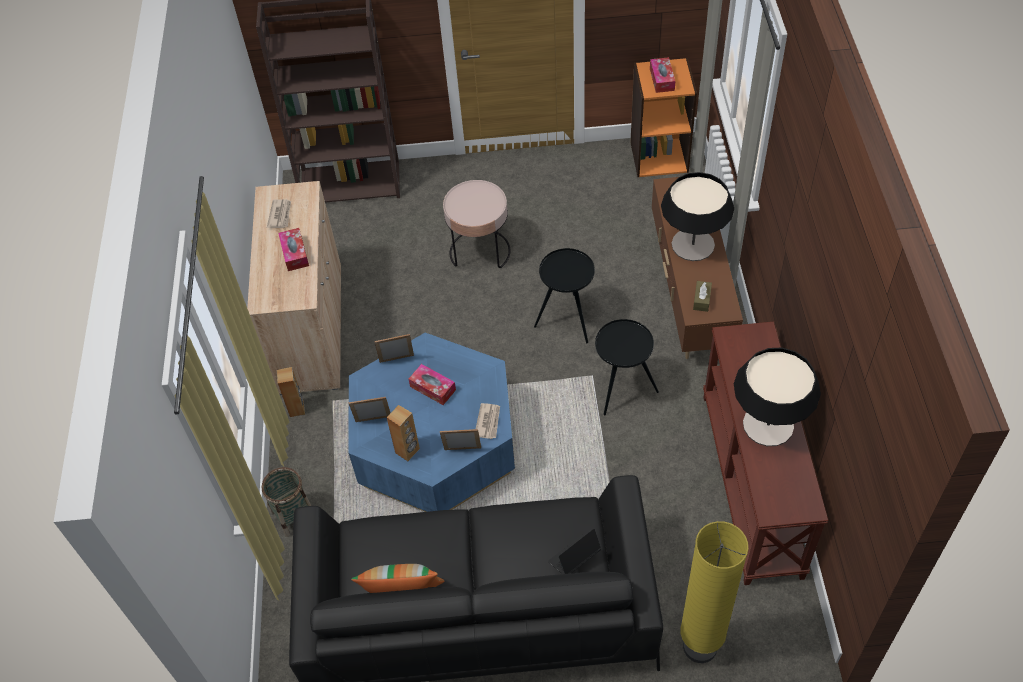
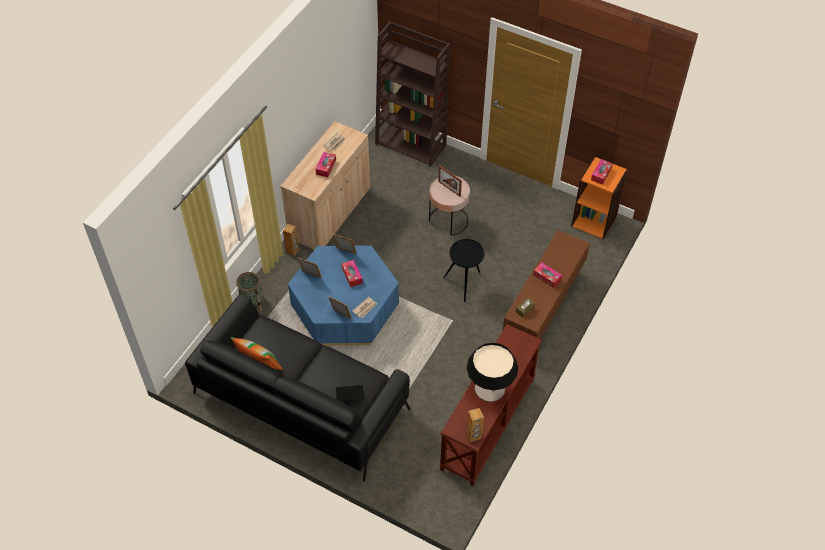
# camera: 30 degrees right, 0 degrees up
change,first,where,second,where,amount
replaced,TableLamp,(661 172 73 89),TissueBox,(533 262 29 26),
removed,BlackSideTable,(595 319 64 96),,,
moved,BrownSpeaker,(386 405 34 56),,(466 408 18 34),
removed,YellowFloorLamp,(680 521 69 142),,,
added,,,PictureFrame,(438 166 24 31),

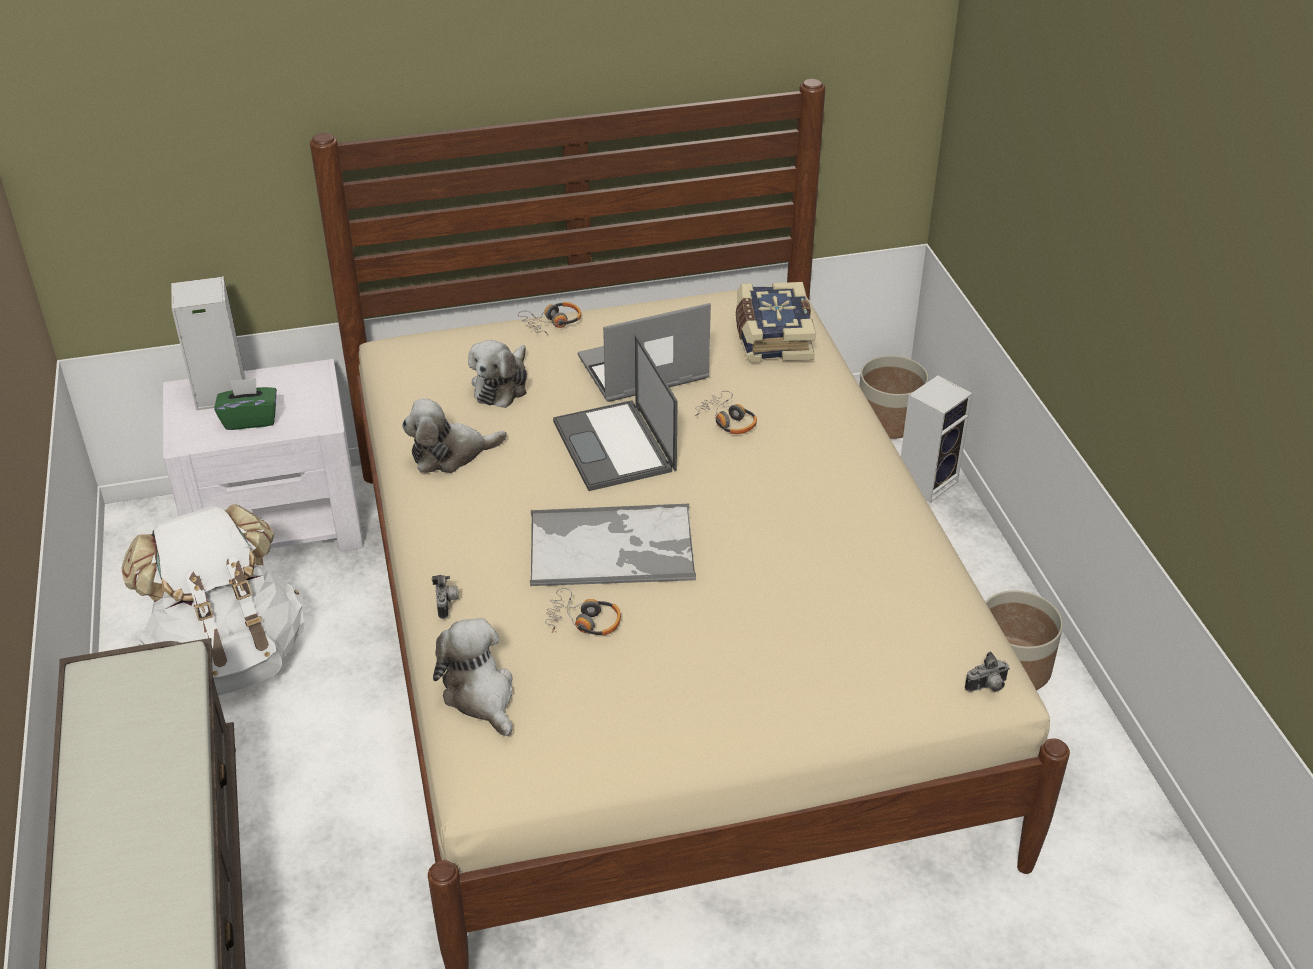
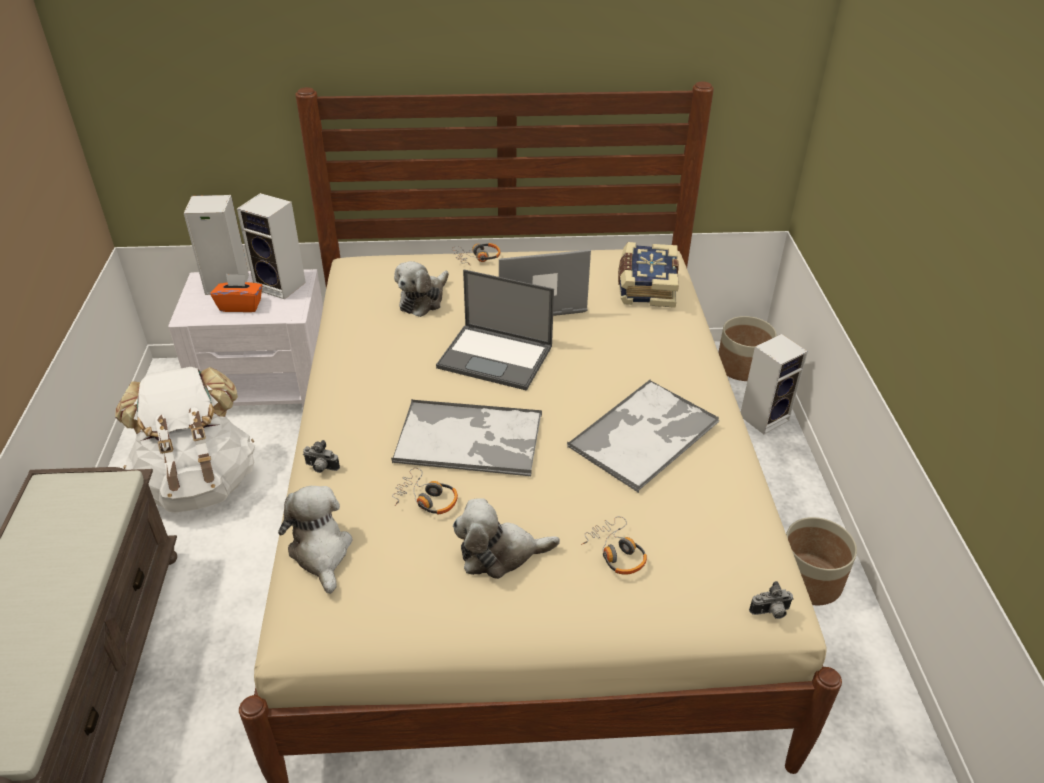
# camera: 10 degrees right, 0 degrees up
change,first,where,second,where,amount
turned,Laptop,(553 335 125 156),,(436 270 118 121),60 degrees counterclockwise
recoloured,GreenTissueBox,(214 378 63 52),OrangeTissueBox,(210 274 52 38),
moved,Headphones,(695 391 62 43),,(581 516 66 59),
moved,PlushToy,(402 398 105 75),,(453 498 107 81),
turned,PhotoCamera,(432 575 27 44),,(303 440 37 33),105 degrees clockwise
added,,,Speaker,(237 193 69 106),
added,,,Tray,(567 379 152 114),

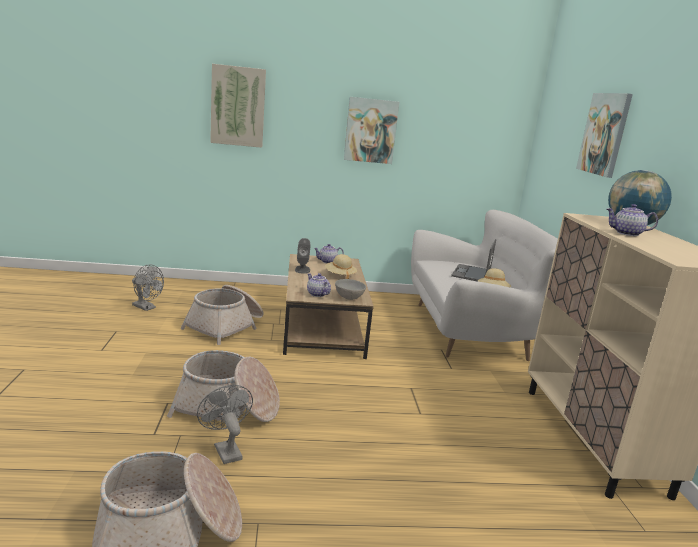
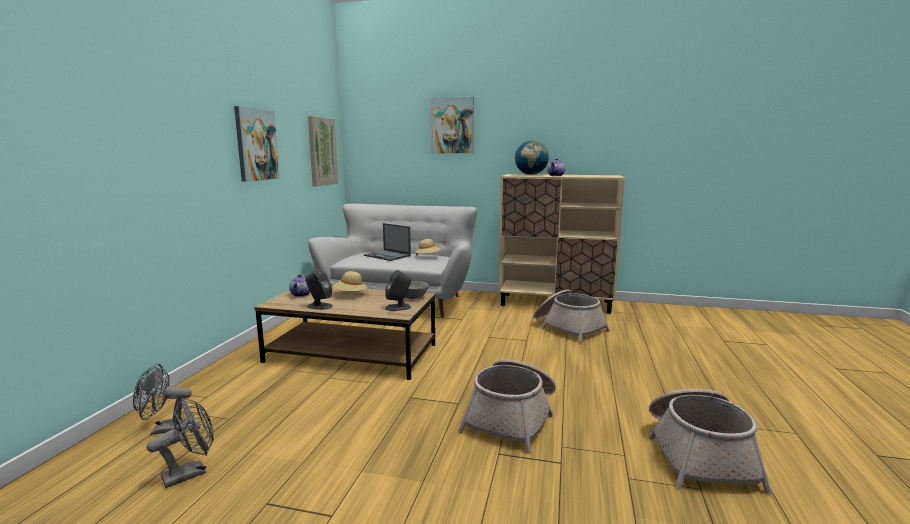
# camera: 70 degrees left, 5 degrees down
change,first,where,second,where,amount
moved,Picture,(210 64 56 84),,(308 116 30 71),
replaced,Teapot,(307 273 24 24),GreySpeaker,(385 270 26 41),
moved,Basket,(180 285 84 60),,(534 290 76 52),
moved,GreyFan,(197 385 56 79),,(133 364 59 71),

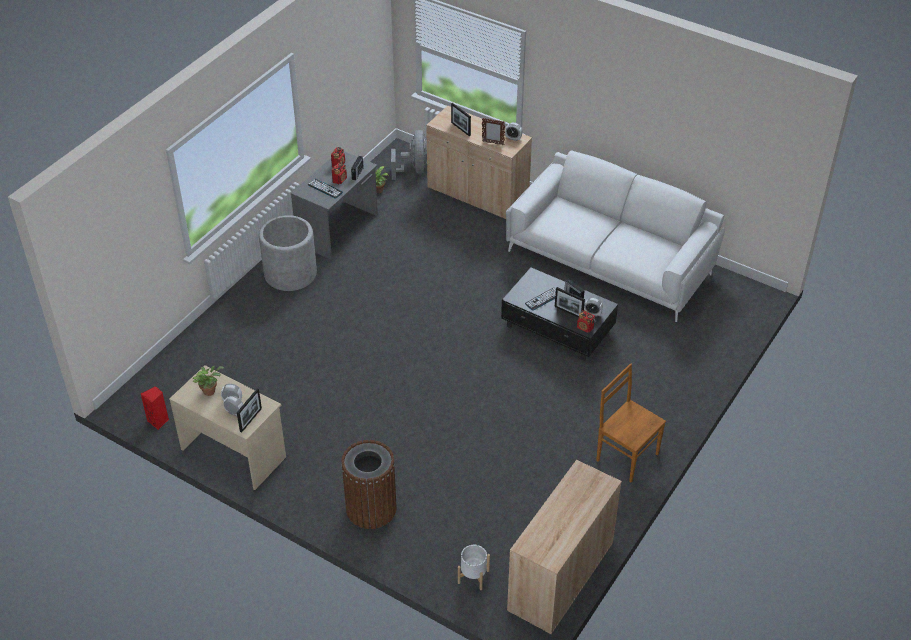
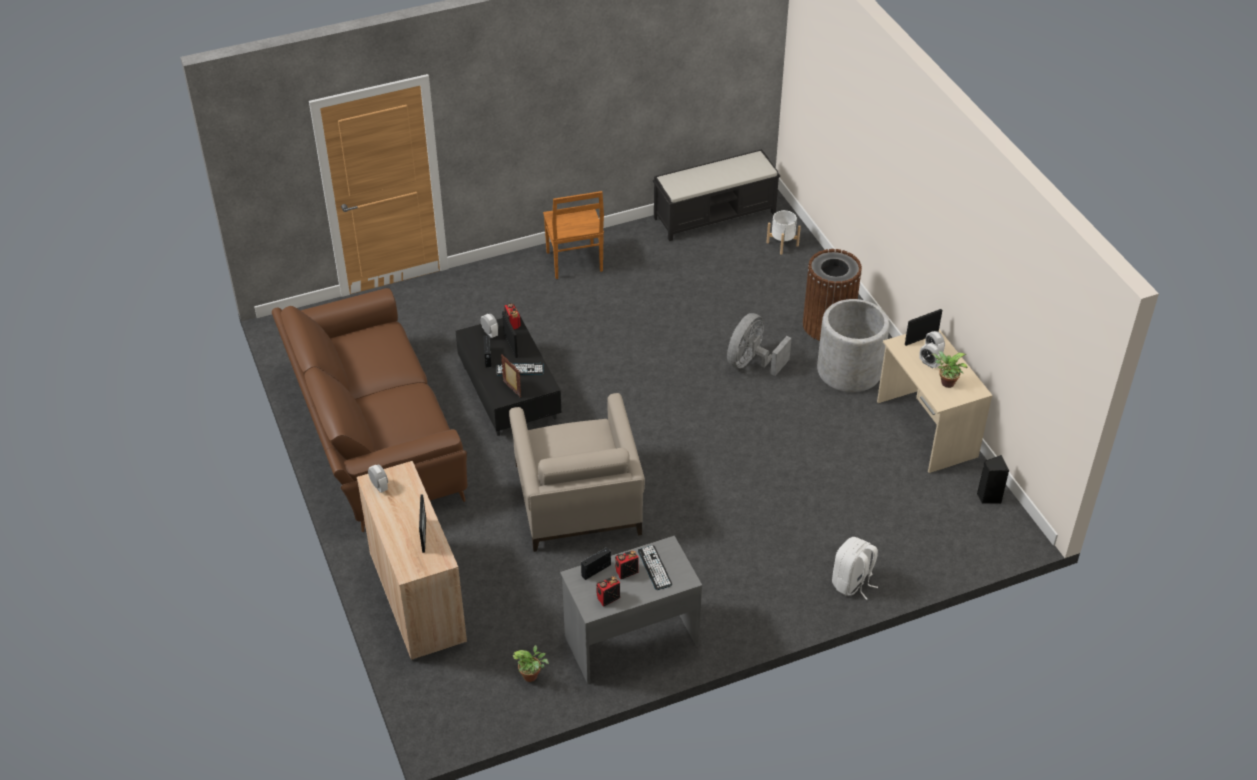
# camera: 145 degrees left, 0 degrees up
change,first,where,second,where,amount
moved,PictureFrame,(482 118 23 27),,(501 354 20 43),
moved,GreyFan,(391 130 36 50),,(727 313 65 63),
recoloured,WhiteSofa,(506 151 219 171),BrownSofa,(272 288 196 244),
moved,GreyPlanter,(259 215 58 76),,(817 299 72 93),
recoloured,RedSpeaker,(141 386 28 44),BlackSpeaker,(977 455 32 49),
replaced,BeigeCabinet,(507 460 115 175),BlackBench,(653 149 127 92),
added,,,BeigeArmchair,(509 393 136 159),
added,,,WhiteBackpack,(832 537 46 63),

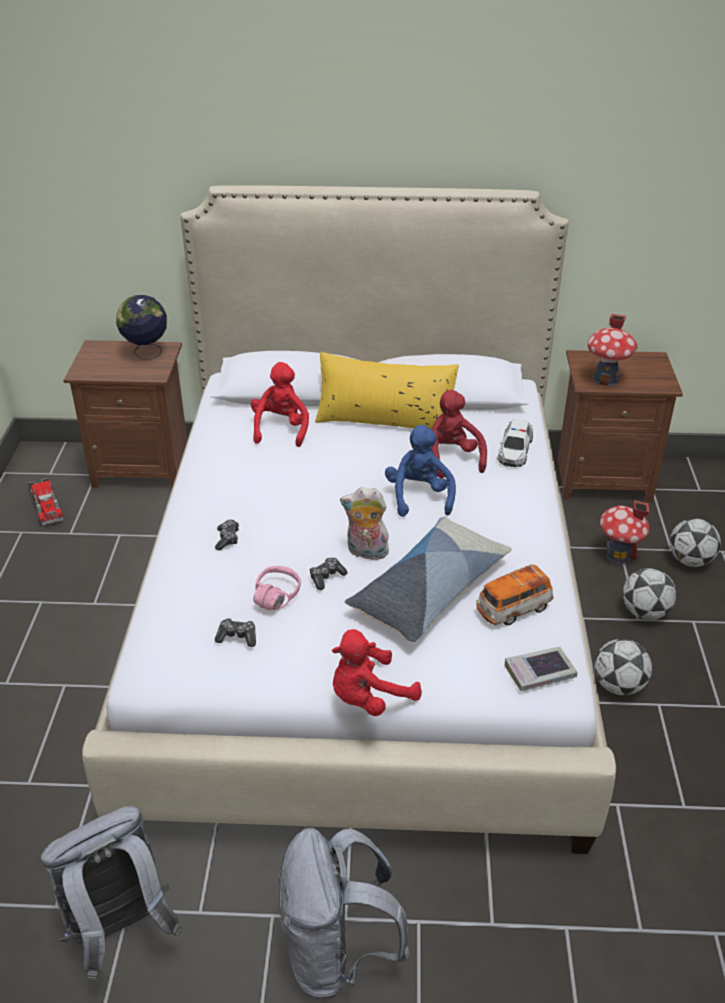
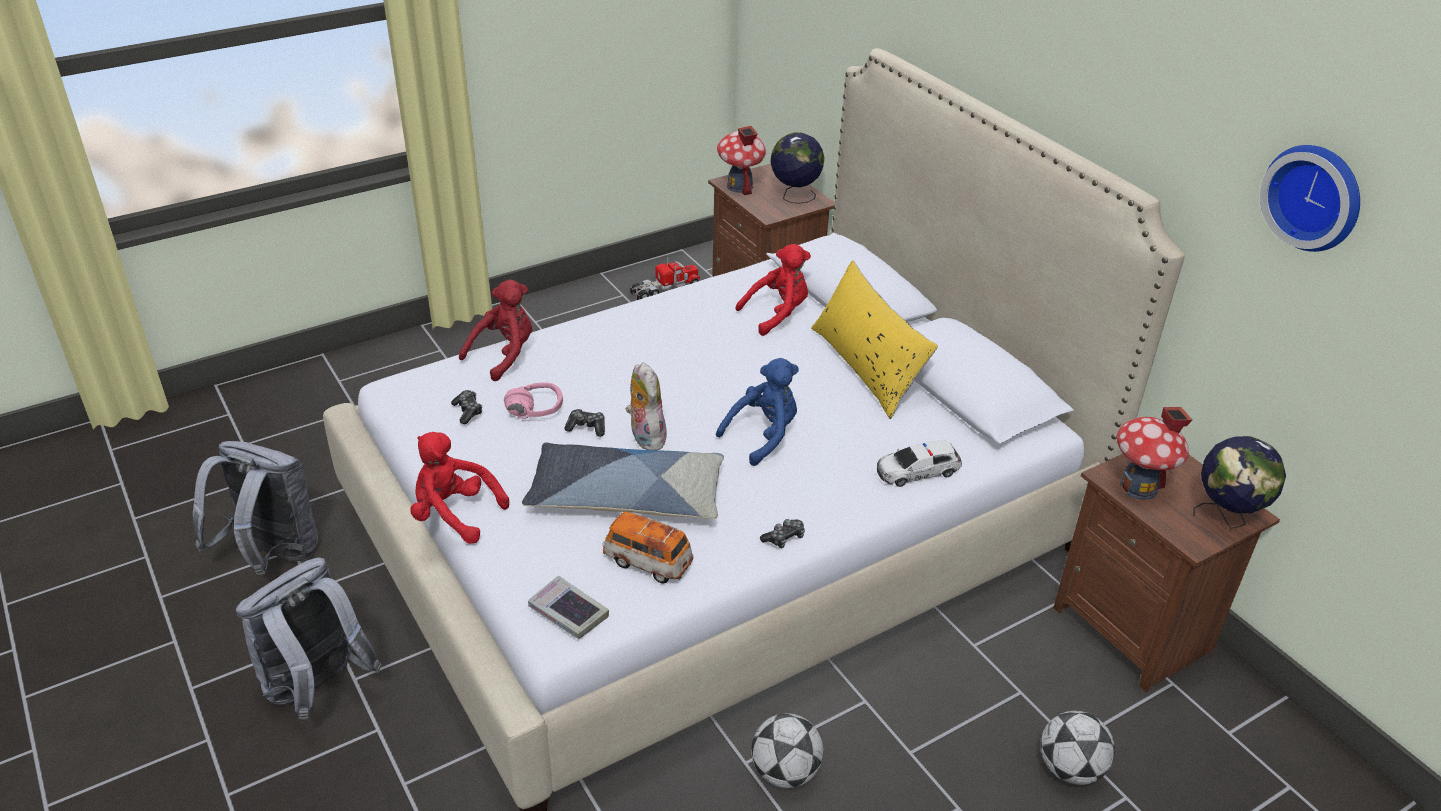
# camera: 55 degrees right, 0 degrees up
change,first,where,second,where,amount
moved,RedPlushToy,(431 390 56 88),,(459 279 73 102),
turned,ToyTruck,(28 478 35 47),,(630 258 71 42),150 degrees counterclockwise
moved,ToyHouse,(600 500 49 64),,(717 126 49 69),
moved,GameController,(215 520 24 30),,(760 519 45 29),
removed,Football,(623 568 54 52),,,
added,,,WallClock,(1260 145 100 107),
added,,,Globe,(1193 436 93 93),

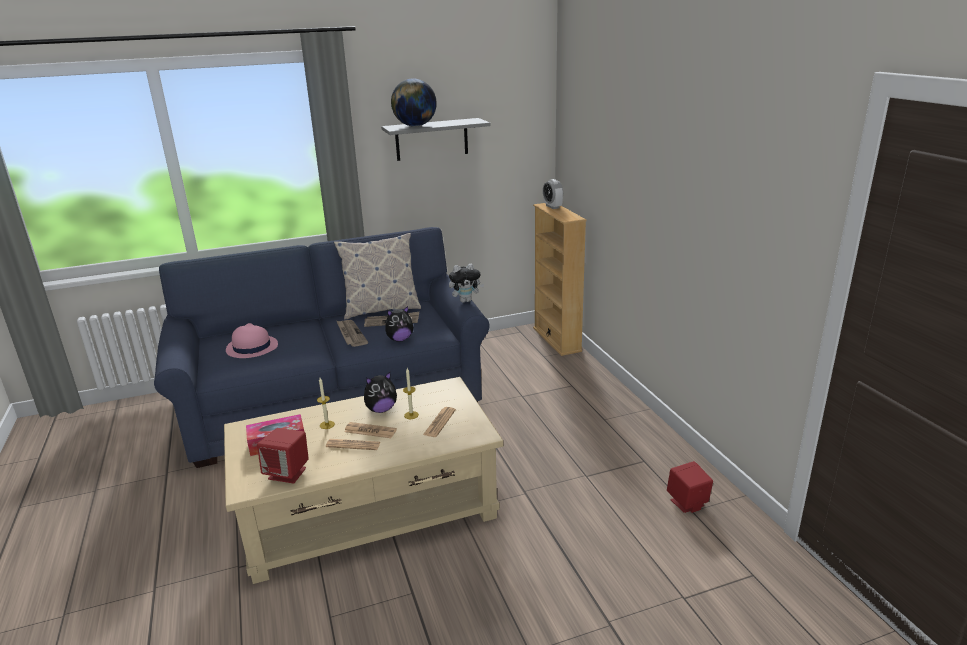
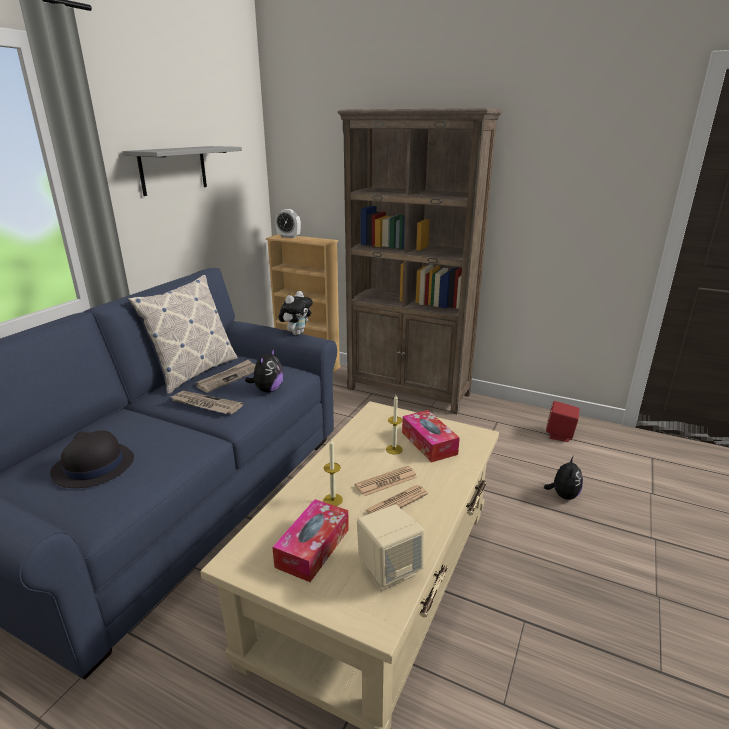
# camera: 45 degrees left, 0 degrees up
change,first,where,second,where,amount
removed,Globe,(391 78 46 49),,,
recoloured,PinkHat,(226 323 52 35),BlackHat,(50 431 84 57),
moved,PlushToy,(364 372 33 41),,(544 457 39 43),
replaced,Newspaper,(423 407 33 30),TissueBox,(402 410 58 52),
recoloured,RedSpeaker,(257 428 52 56),BeigeSpeaker,(357 505 67 86),
added,,,BrownBookcase,(337 108 165 306),

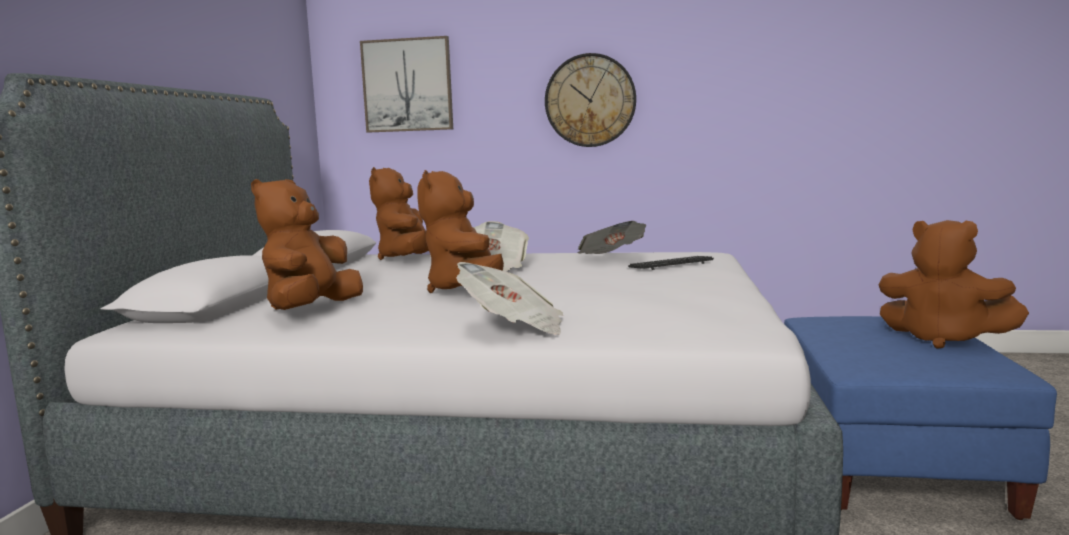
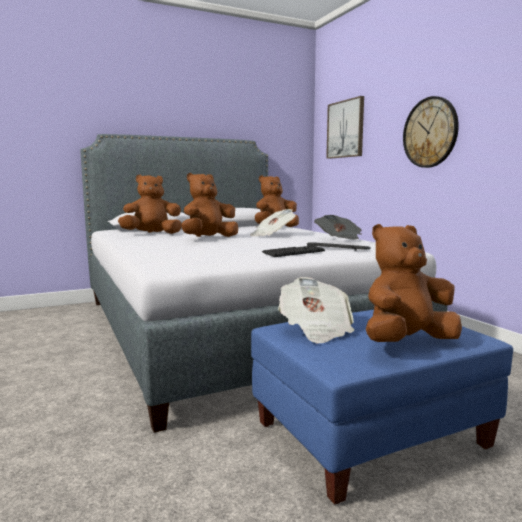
# camera: 55 degrees right, 0 degrees up
change,first,where,second,where,amount
turned,BrownPlushToy,(878 220 151 129),,(366 224 96 118),60 degrees clockwise
moved,Newspaper,(456 262 107 73),,(278 277 76 67),
added,,,Keyboard,(262 245 63 12),

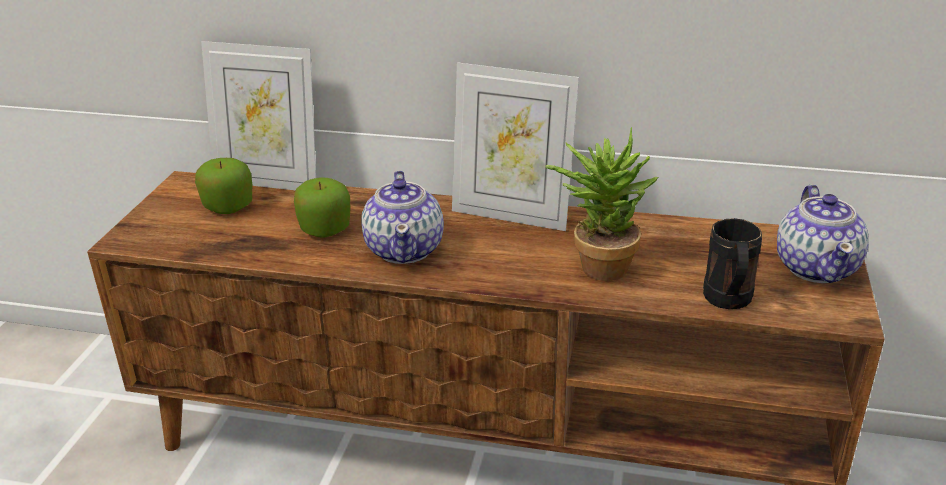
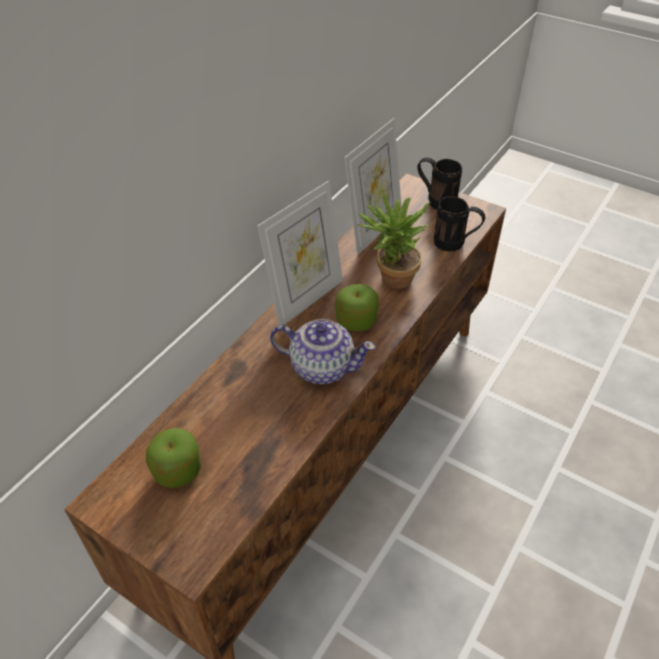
# camera: 70 degrees left, 15 degrees up
change,first,where,second,where,amount
moved,PictureFrame,(201 41 115 149),,(344 118 58 137),
moved,Apple,(294 177 56 60),,(335 284 44 47),
replaced,Teapot,(777 184 92 99),BlackMug,(418 157 44 53),

